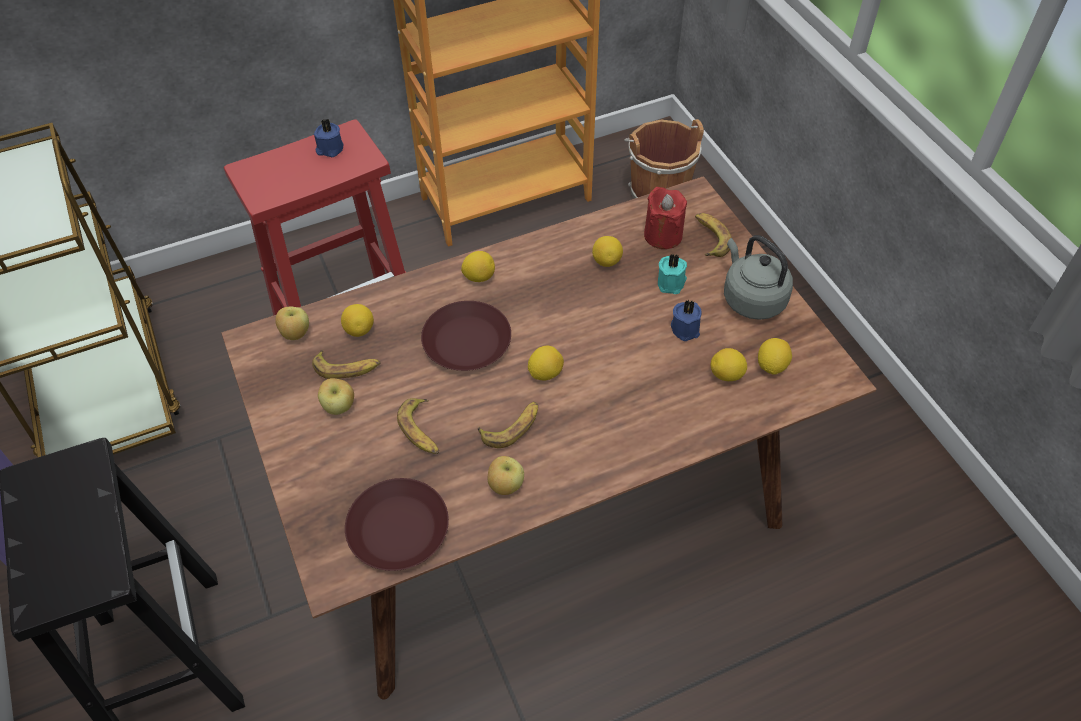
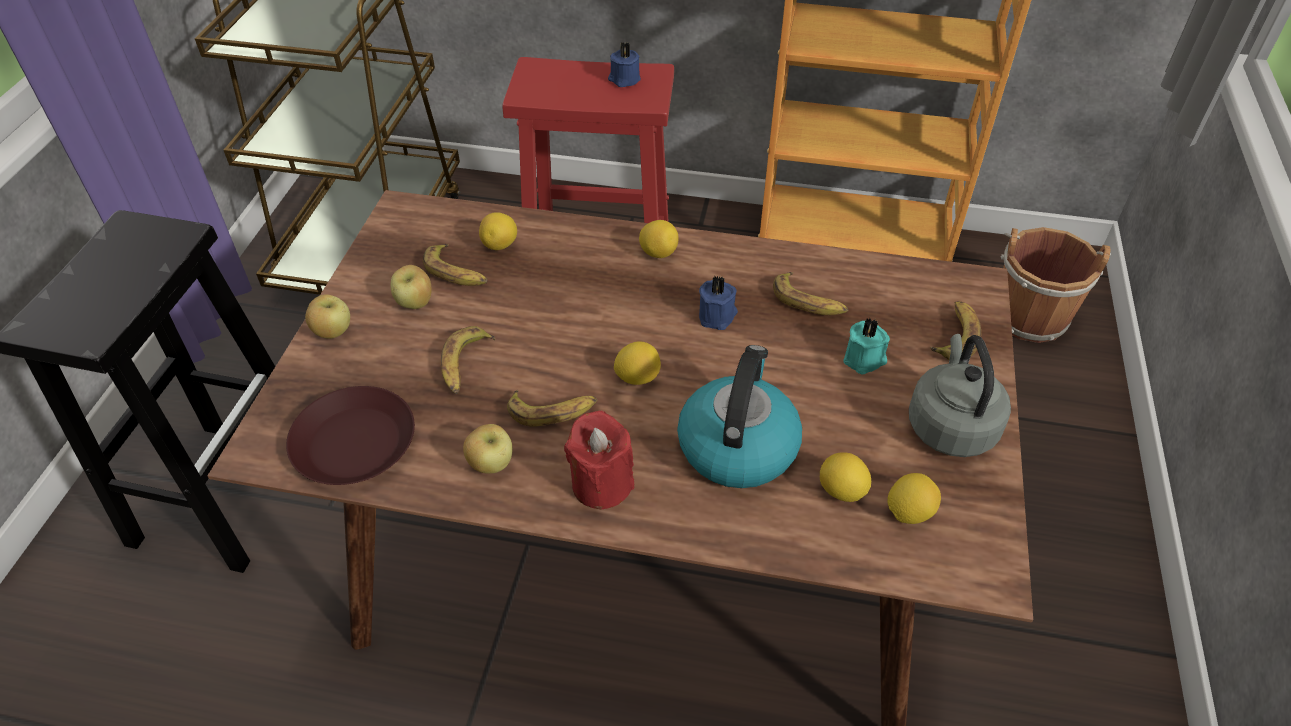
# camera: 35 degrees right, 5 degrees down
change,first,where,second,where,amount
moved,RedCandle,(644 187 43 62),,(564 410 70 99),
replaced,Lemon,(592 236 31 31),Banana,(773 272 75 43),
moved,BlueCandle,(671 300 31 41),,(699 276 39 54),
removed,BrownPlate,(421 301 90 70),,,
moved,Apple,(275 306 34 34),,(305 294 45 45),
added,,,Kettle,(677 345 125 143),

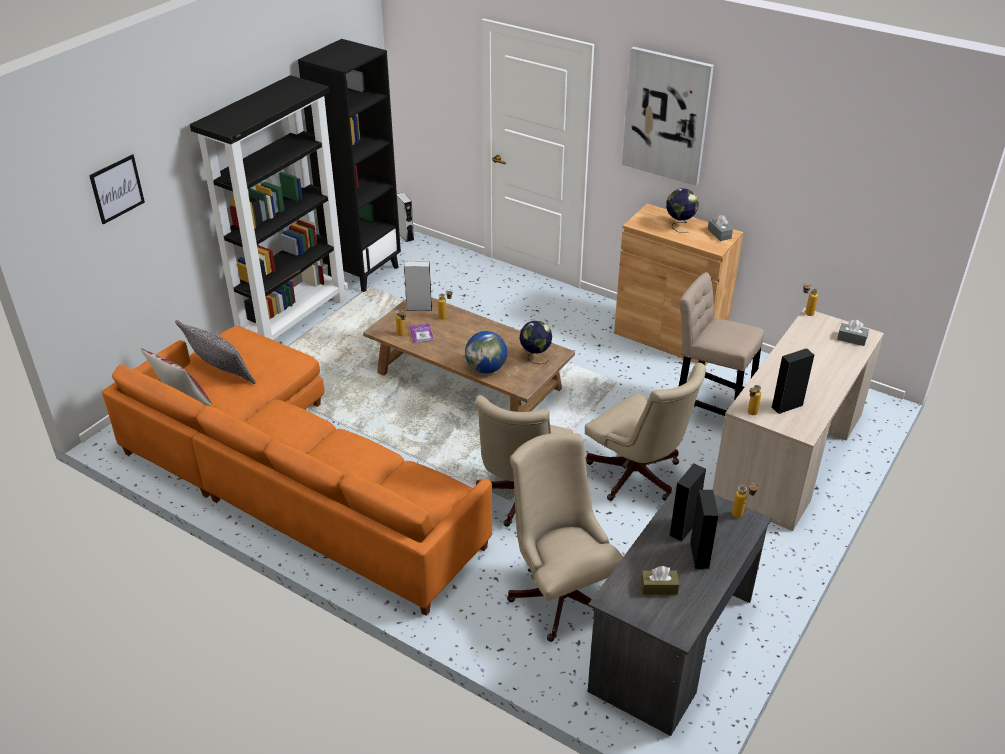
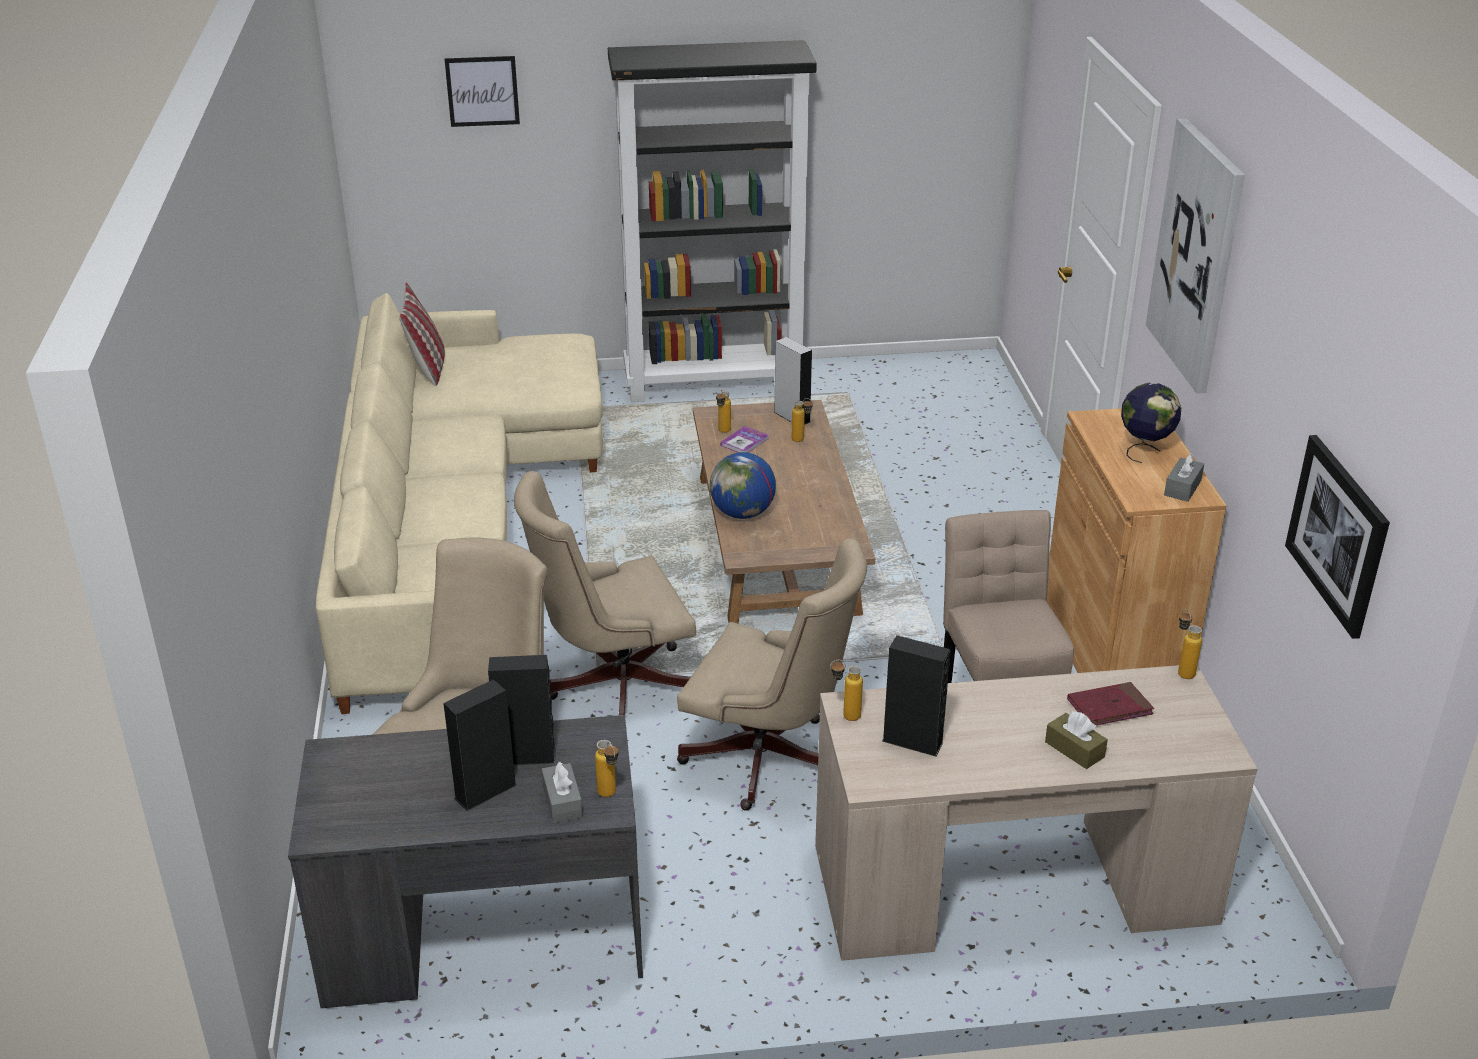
# camera: 50 degrees right, 5 degrees down
change,first,where,second,where,amount
removed,BlackBookcase,(298 39 103 253),,,
removed,GreySpeaker,(397 193 17 49),,,
removed,GreyPillow,(175 320 81 64),,,
moved,GreyTissueBox,(837 320 32 26),,(541 761 42 62),
removed,Globe,(519 321 33 43),,,
recoloured,OrangeSofa,(102 326 390 290),BeigeSofa,(316 293 287 421),
turned,BeigeOfficeChair,(585 363 121 138),,(677 538 190 273),75 degrees counterclockwise
moved,BrownTissueBox,(641 566 38 29),,(1045 711 63 58),
added,,,Picture,(1285 435 105 204),
added,,,RedBook,(1067 682 87 43),

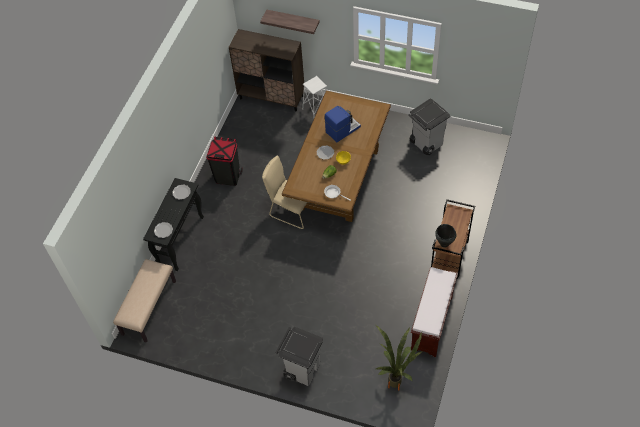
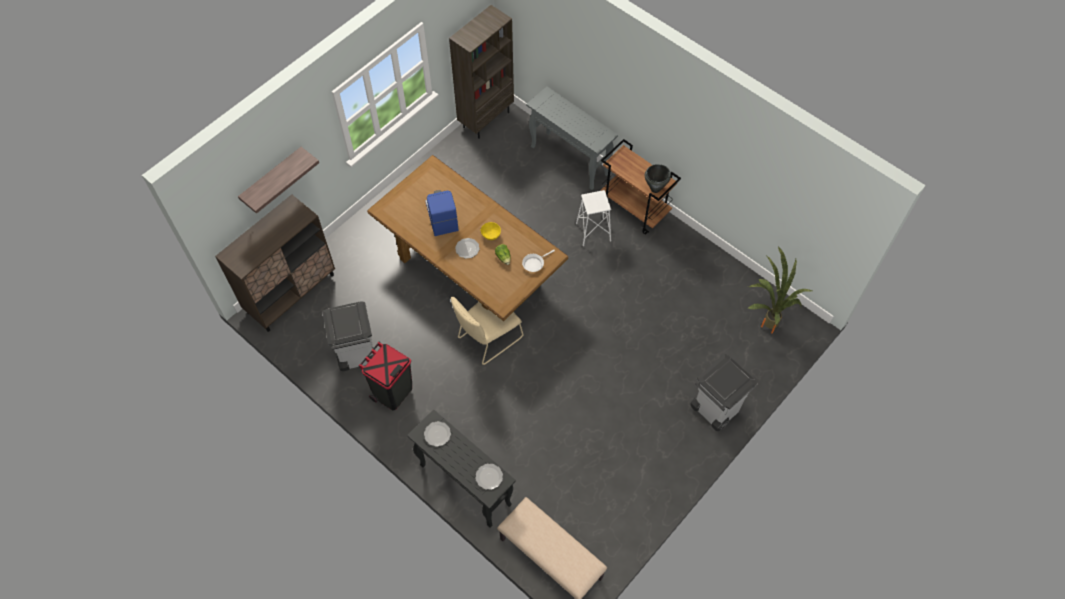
# camera: 70 degrees left, 5 degrees up
change,first,where,second,where,amount
moved,WhiteStool,(302 76 25 41),,(576 190 35 56),
moved,GreyTrashCan,(408 99 43 56),,(322 302 52 69),
removed,BrownBench,(411 267 47 90),,,
added,,,BrownBookcase,(449 5 65 134),
added,,,GreyConsoleTable,(526 86 92 104),

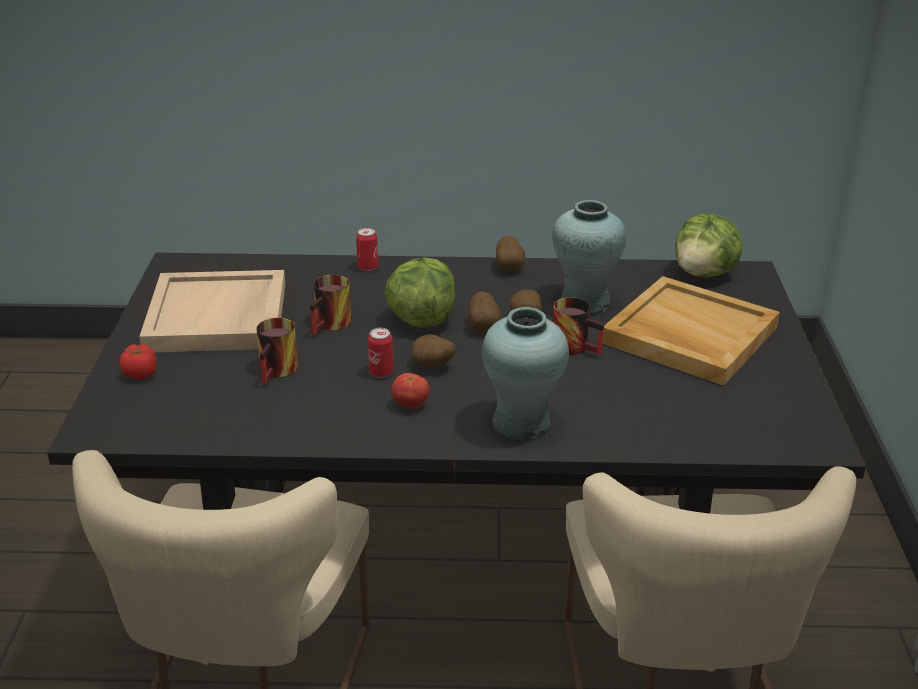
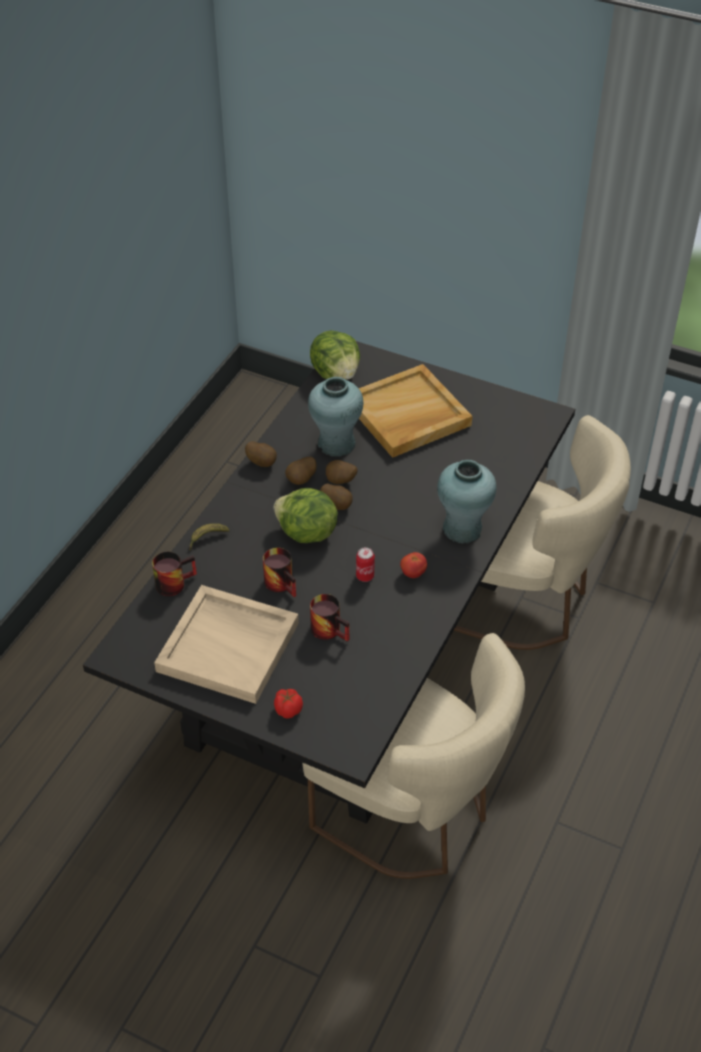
# camera: 65 degrees left, 15 degrees up
change,first,where,second,where,amount
replaced,Can,(356 228 22 43),Banana,(189 523 41 28),
moved,Mug,(553 297 51 58),,(152 552 45 44),
moved,Potato,(411 334 45 34),,(285 457 32 28),

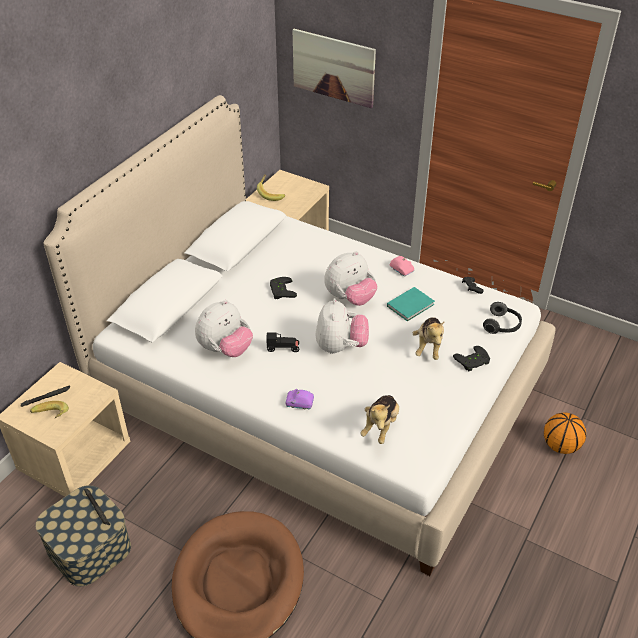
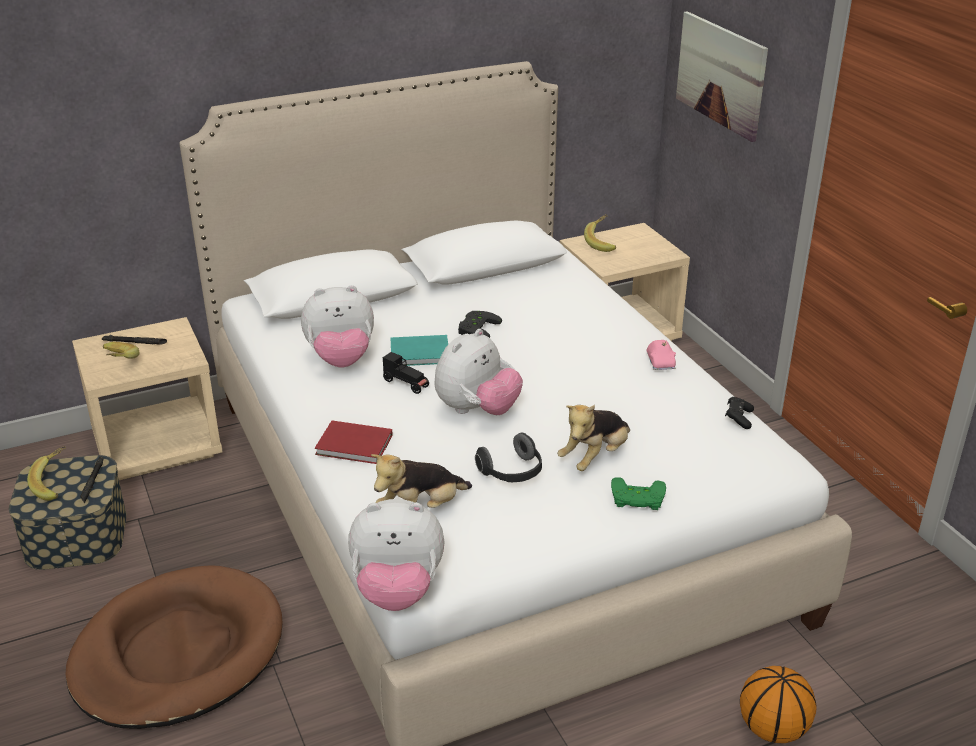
# camera: 35 degrees right, 10 degrees down
change,first,where,second,where,amount
moved,PlushToy,(324 251 53 55),,(348 499 96 112),
moved,TurquoiseBook,(387 287 48 35),,(390 335 58 31),
moved,Headphones,(483 302 39 32),,(475 432 67 50),
recoloured,BlackGameController,(453 346 37 26),GreenGameController,(611 477 55 33),
replaced,PurpleToyCar,(285 389 29 20),RedBook,(315 420 78 44),
added,,,Banana,(27 446 39 55),

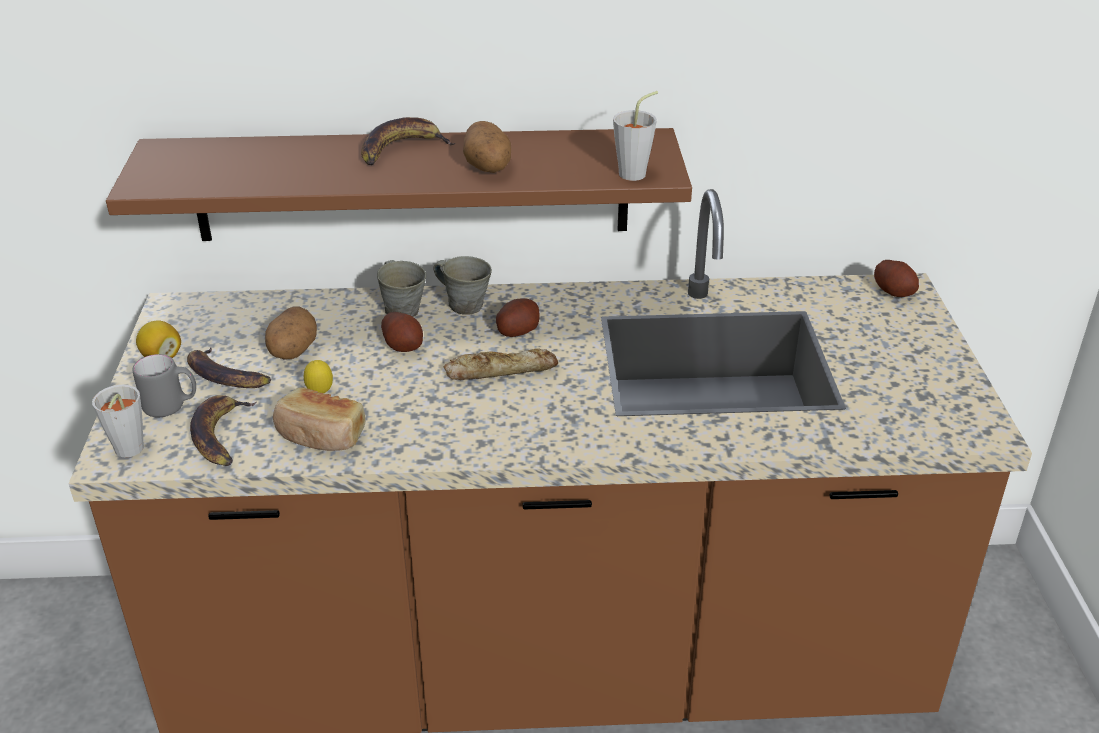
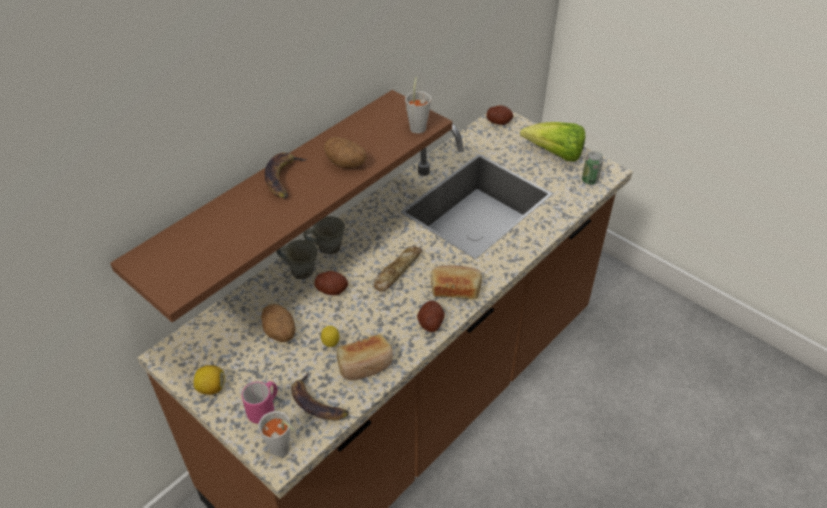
# camera: 45 degrees left, 10 degrees up
change,first,where,second,where,amount
moved,Potato,(496 298 44 39),,(417 301 28 31),
removed,Banana,(187 347 84 41),,,
recoloured,GreyMug,(132 354 64 63),PinkMug,(242 381 36 43),
added,,,Lettuce,(520 122 65 40),
added,,,Can,(582 151 21 34),
added,,,Bread,(431 265 51 34),

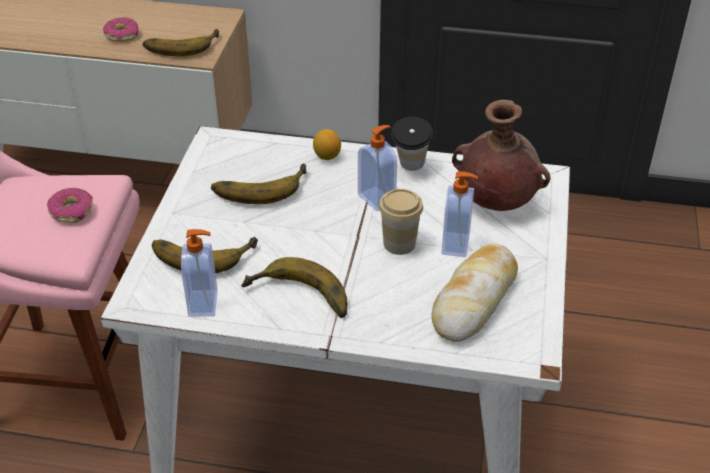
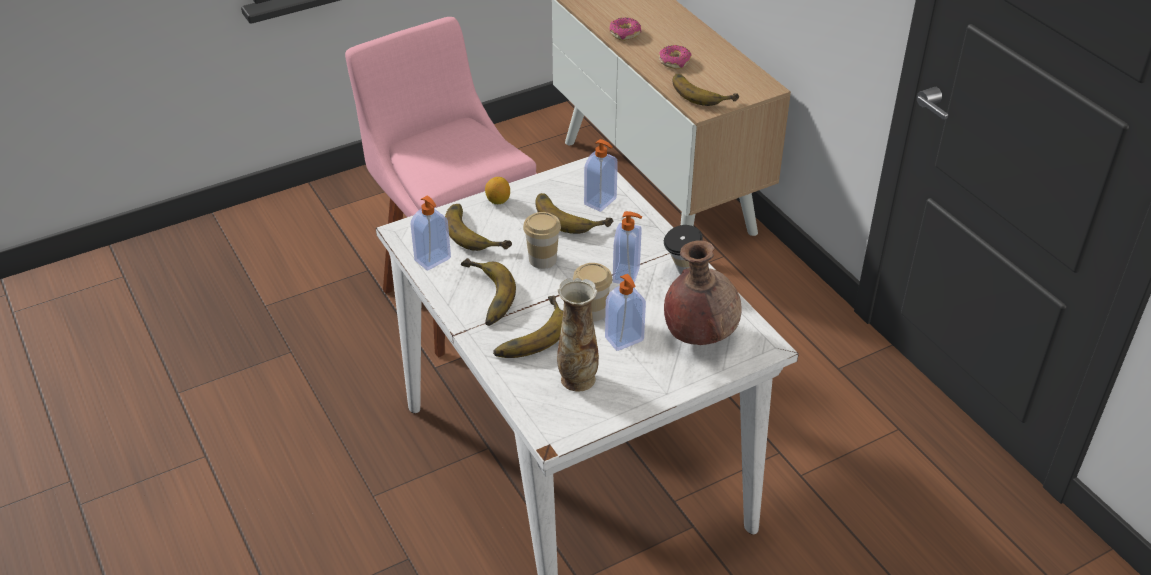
# camera: 50 degrees right, 0 degrees up
change,first,where,second,where,amount
moved,Lemon,(313 129 28 31),,(485 177 25 27),
moved,Donut,(47 188 46 35),,(609 17 32 24),
replaced,Bread,(432 244 86 98),Vase,(557 278 42 114),
added,,,SoapDispenser,(584 139 34 73),
added,,,Cup,(523 212 38 57),
added,,,Banana,(493 296 70 62),

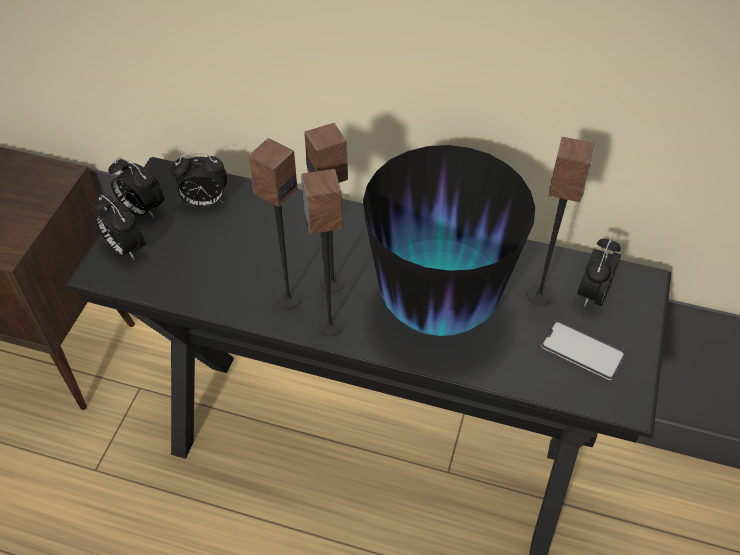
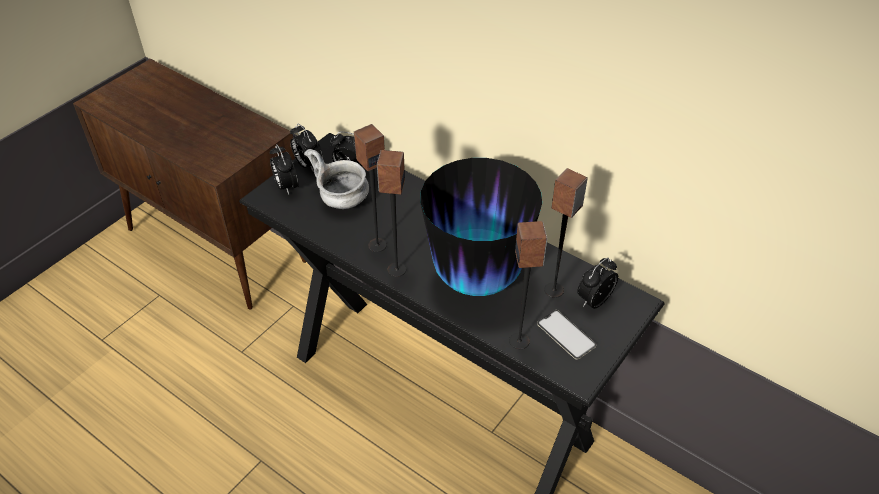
# camera: 20 degrees right, 5 degrees down
change,first,where,second,where,amount
moved,Speaker,(304 123 44 169),,(509 221 38 128),
added,,,GreyBowl,(304 149 65 60),

